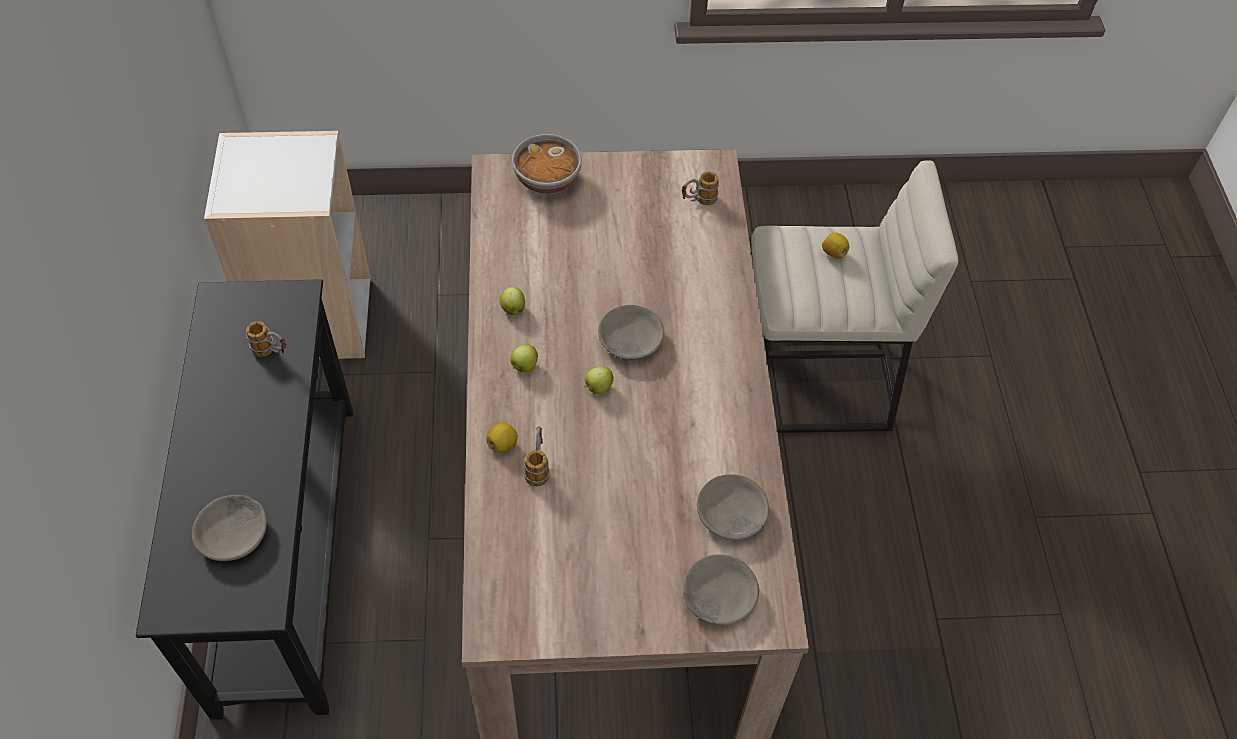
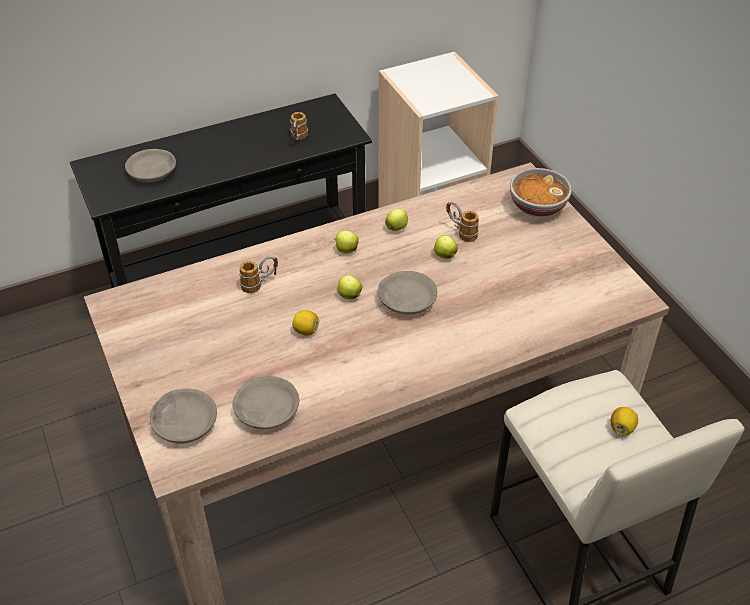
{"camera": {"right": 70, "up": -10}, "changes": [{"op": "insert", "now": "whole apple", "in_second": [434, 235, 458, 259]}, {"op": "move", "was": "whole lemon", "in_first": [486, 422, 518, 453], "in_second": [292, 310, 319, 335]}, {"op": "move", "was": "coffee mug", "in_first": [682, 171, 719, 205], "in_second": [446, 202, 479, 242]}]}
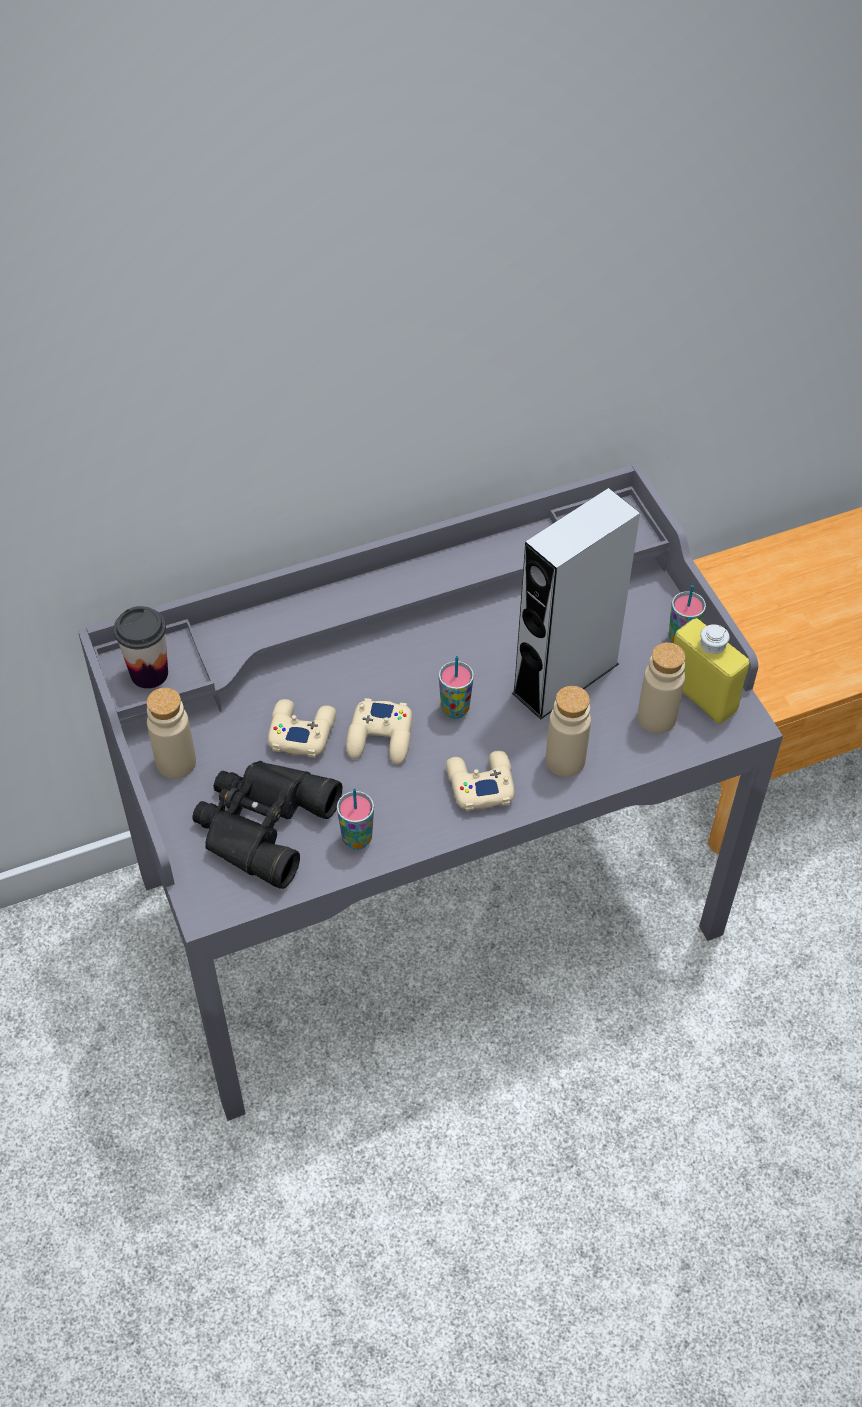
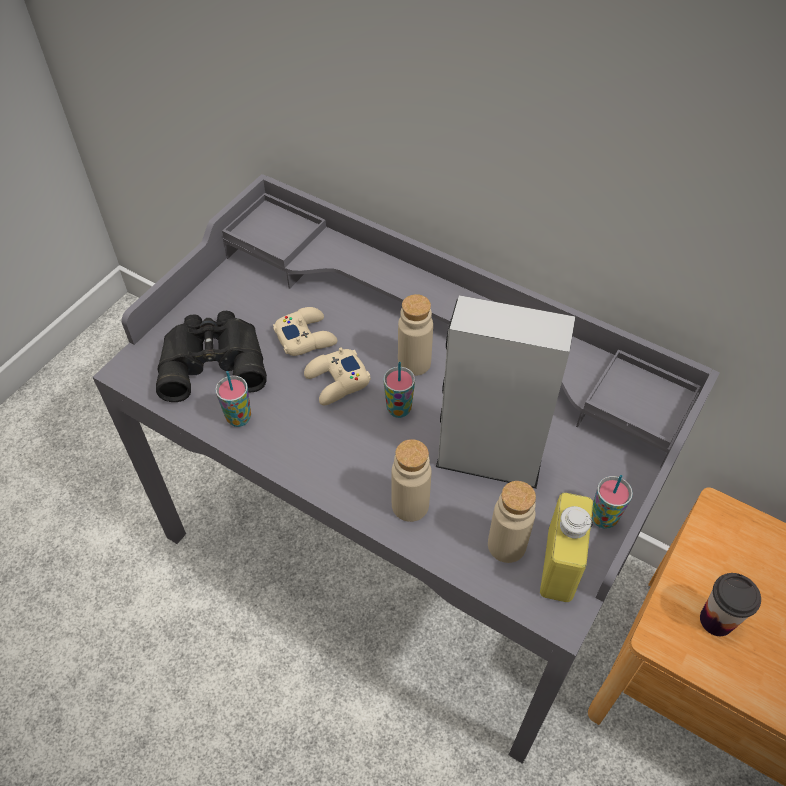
{"camera": {"right": 55, "up": 0}, "changes": [{"op": "delete", "was": "beige gamepad", "in_first": [446, 751, 515, 811]}, {"op": "move", "was": "cup", "in_first": [114, 606, 168, 689], "in_second": [700, 573, 761, 636]}, {"op": "move", "was": "beige drink bottle", "in_first": [147, 687, 196, 779], "in_second": [398, 294, 433, 376]}]}
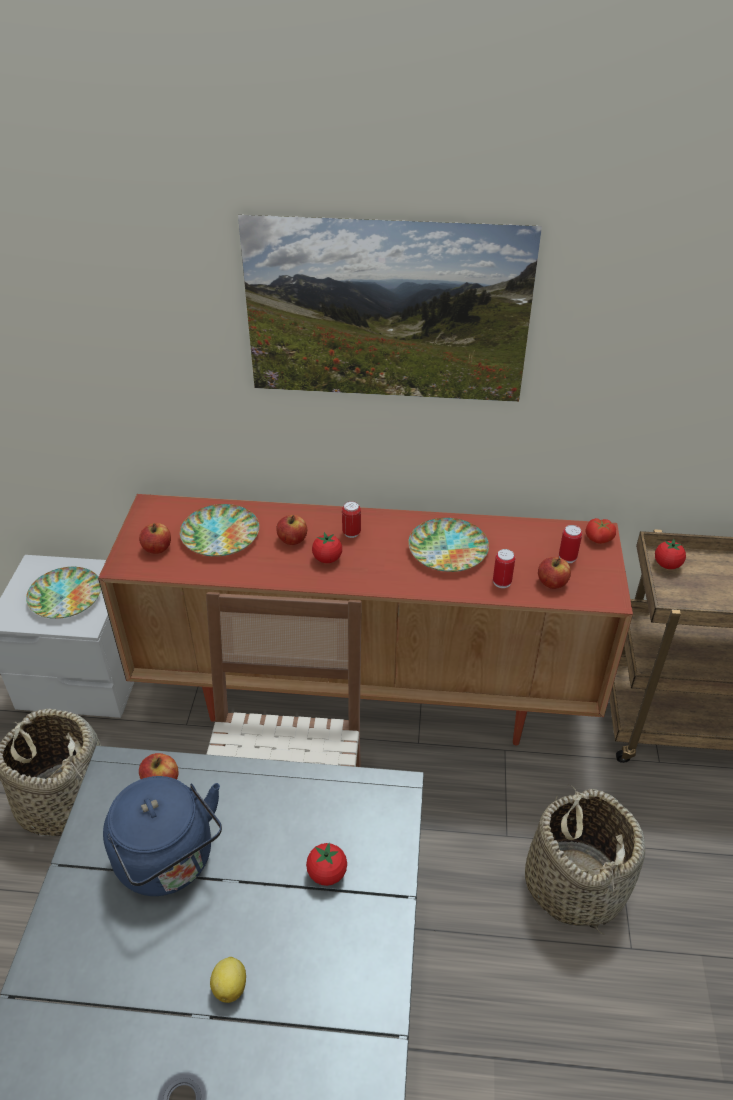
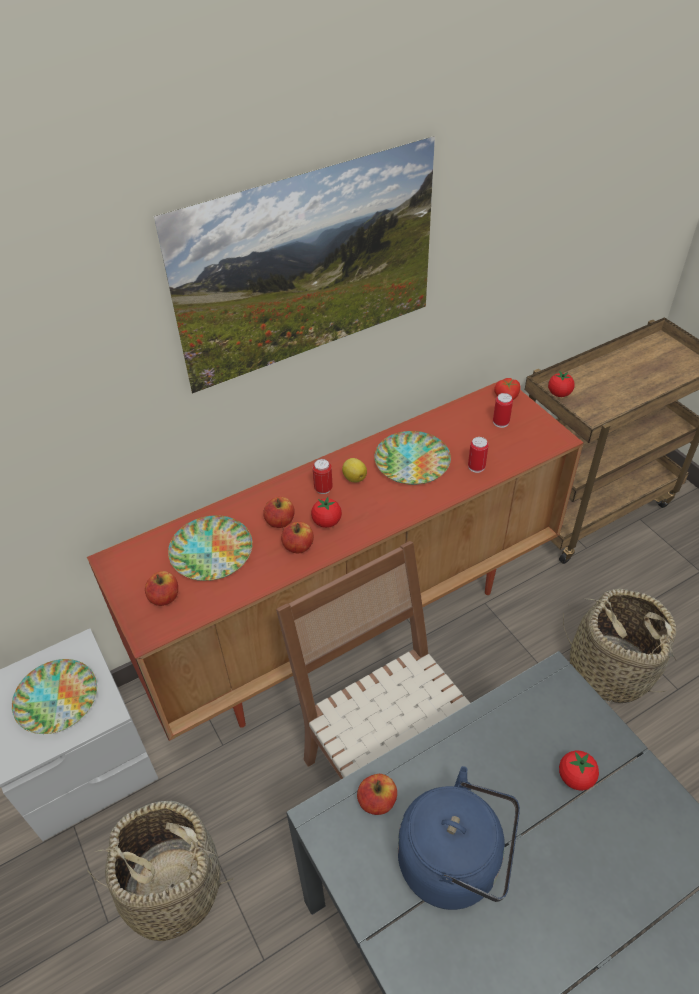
{"camera": {"right": -35, "up": 5}, "changes": [{"op": "move", "was": "whole lemon", "in_first": [210, 957, 246, 1003], "in_second": [342, 458, 367, 482]}, {"op": "move", "was": "whole apple", "in_first": [538, 557, 571, 589], "in_second": [281, 522, 314, 553]}]}
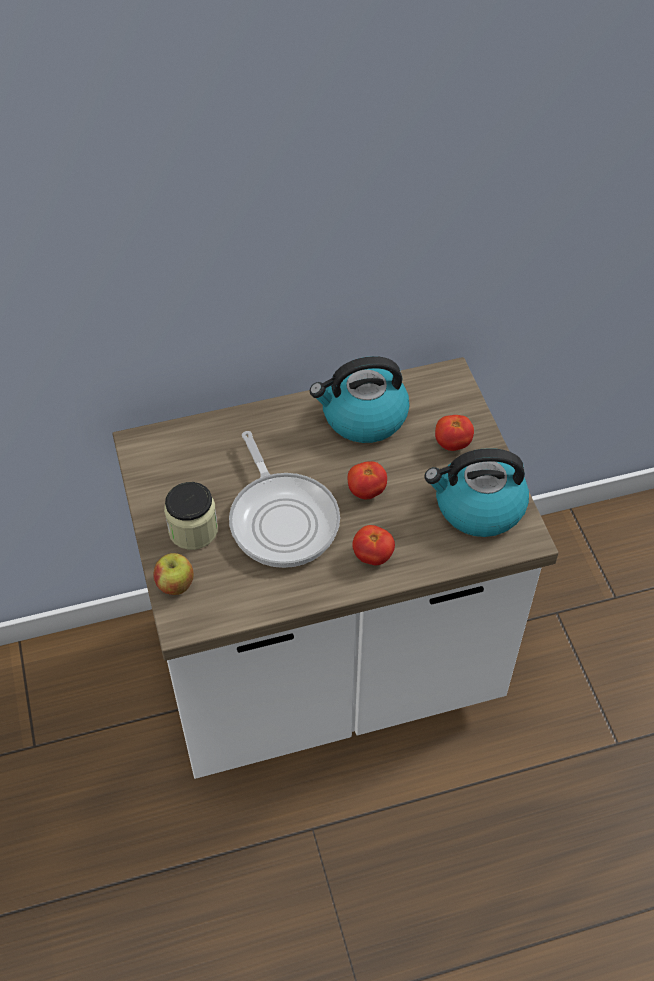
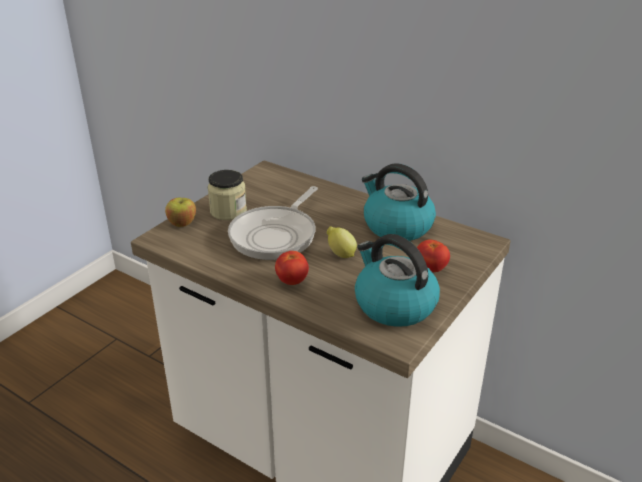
{"camera": {"right": 50, "up": -20}, "changes": [{"op": "replace", "was": "whole tomato", "now": "whole lemon", "in_first": [348, 461, 387, 499], "in_second": [327, 227, 357, 258]}]}
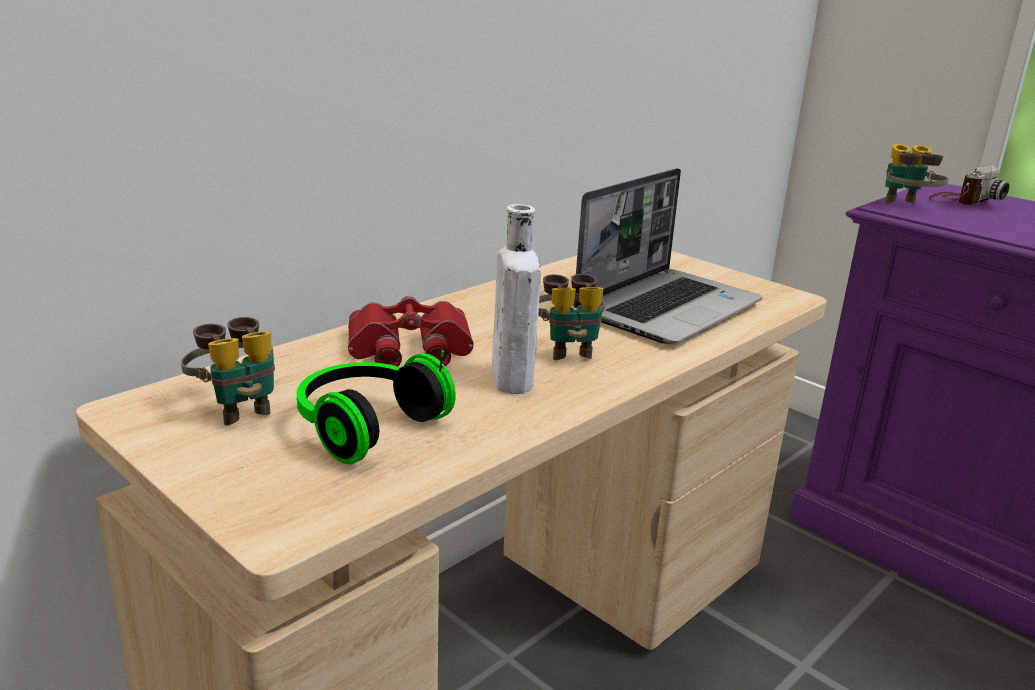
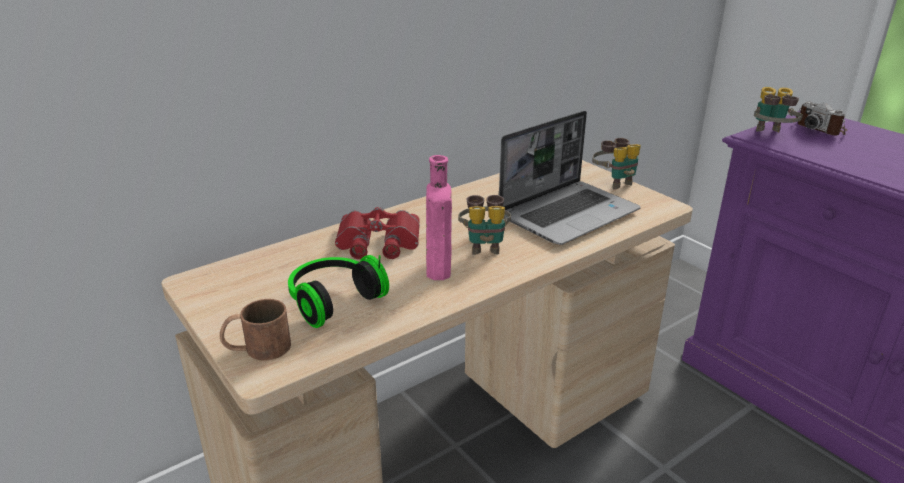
{"camera": {"right": 10, "up": 5}, "changes": [{"op": "insert", "now": "brown-coloured coffee mug", "in_second": [220, 299, 291, 361]}, {"op": "move", "was": "pair of binoculars", "in_first": [181, 317, 275, 426], "in_second": [592, 138, 641, 190]}, {"op": "recolor", "was": "whitish drink bottle", "now": "pinkish drink bottle", "in_first": [492, 204, 541, 394], "in_second": [426, 155, 452, 280]}, {"op": "rotate", "was": "still camera", "in_first": [928, 165, 1009, 205], "in_second": [796, 101, 848, 135], "clockwise": 90}]}
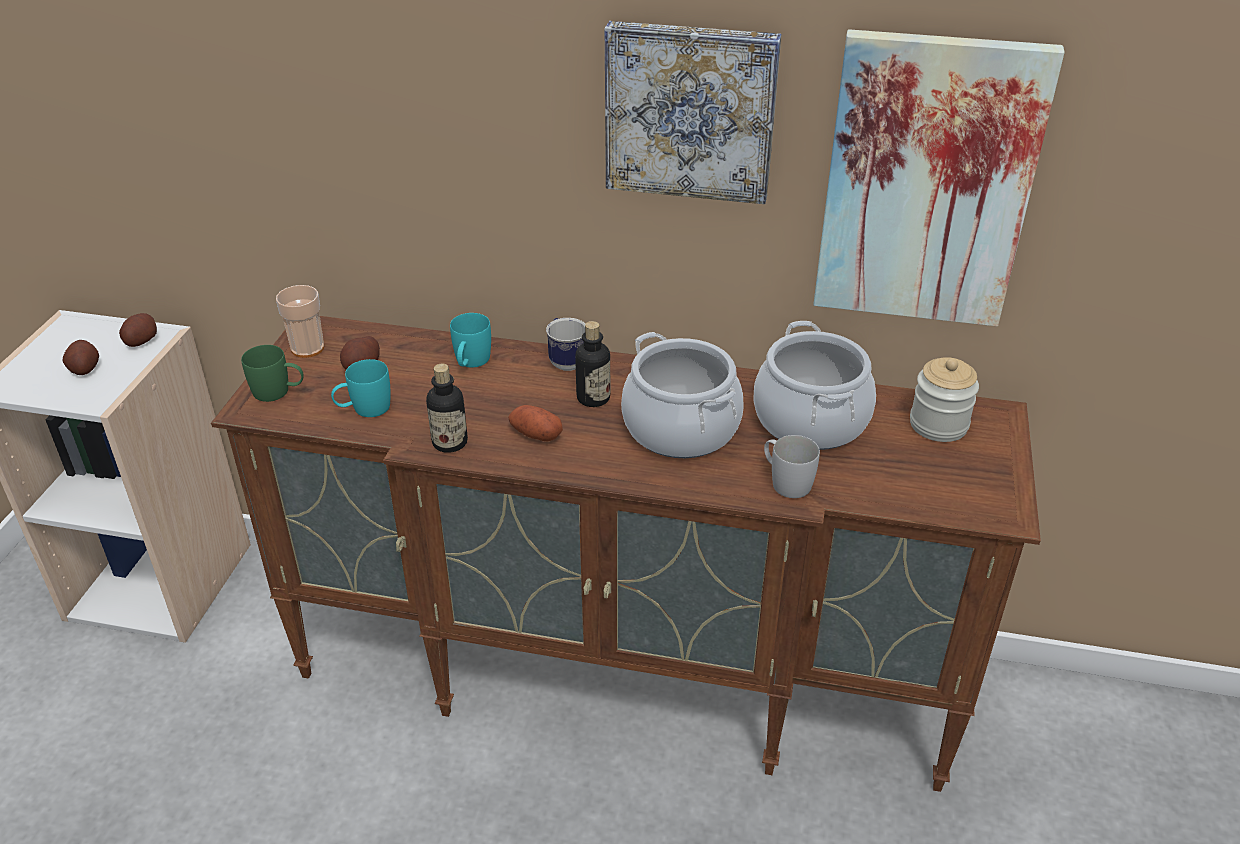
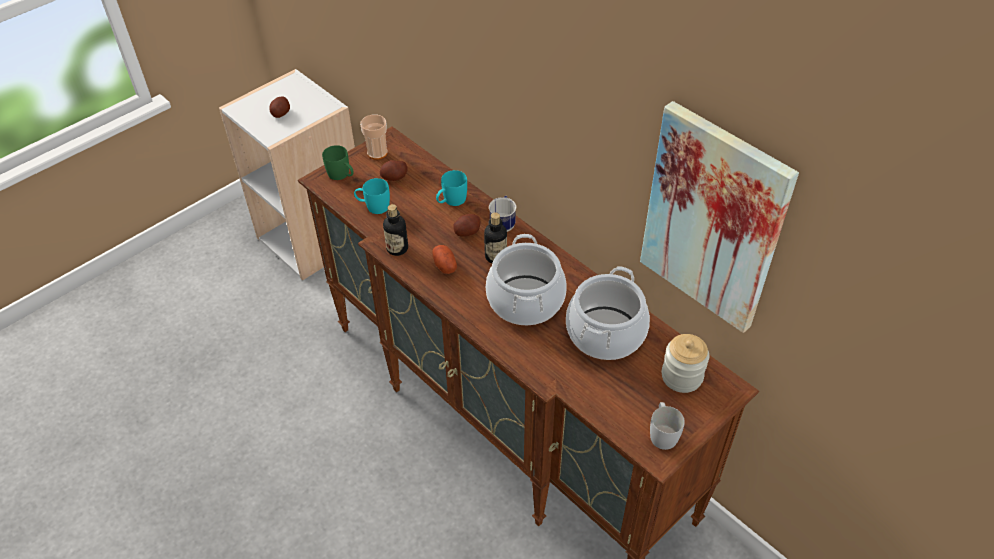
{"camera": {"right": 35, "up": 10}, "changes": [{"op": "delete", "was": "wall art", "in_first": [605, 21, 781, 204]}, {"op": "move", "was": "spud", "in_first": [119, 313, 157, 347], "in_second": [454, 214, 481, 237]}, {"op": "move", "was": "whitish coffee mug", "in_first": [764, 435, 820, 498], "in_second": [650, 402, 685, 450]}]}
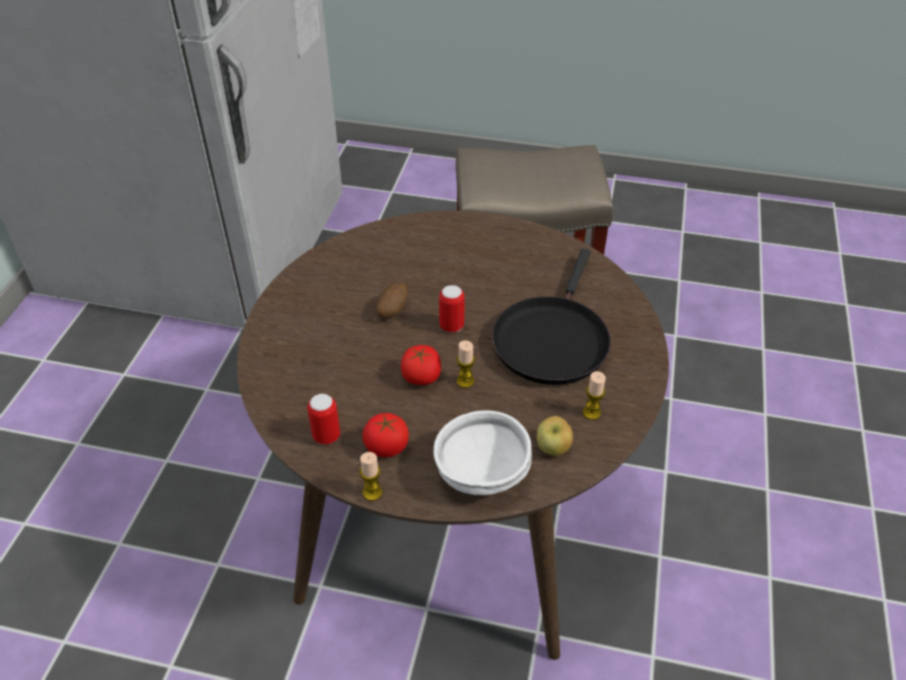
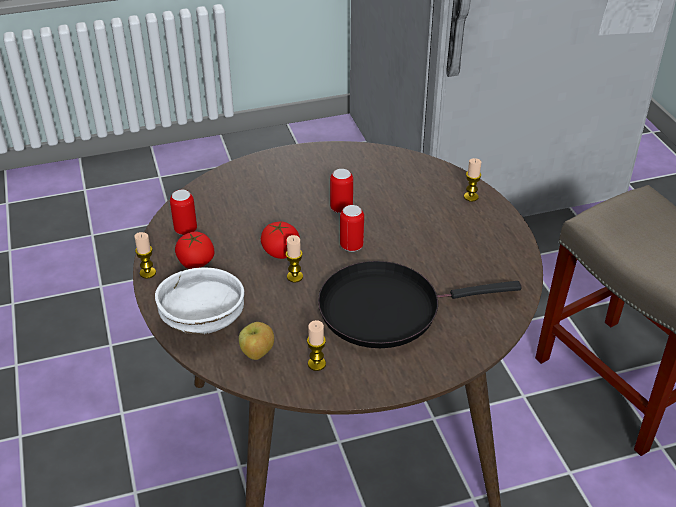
{"camera": {"right": 60, "up": -5}, "changes": [{"op": "insert", "now": "candle", "in_second": [464, 158, 481, 202]}, {"op": "replace", "was": "spud", "now": "can", "in_first": [376, 283, 408, 318], "in_second": [330, 169, 353, 213]}]}
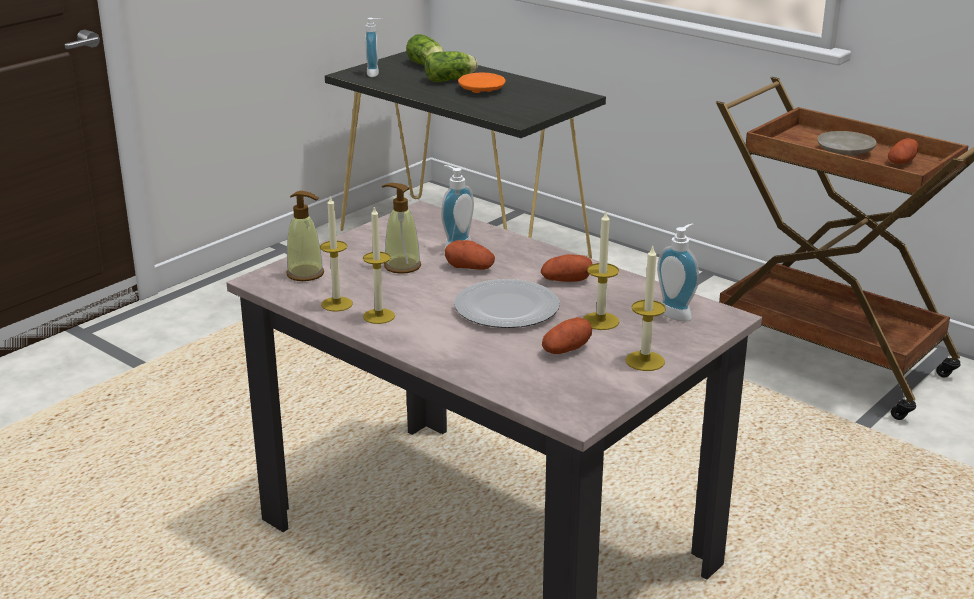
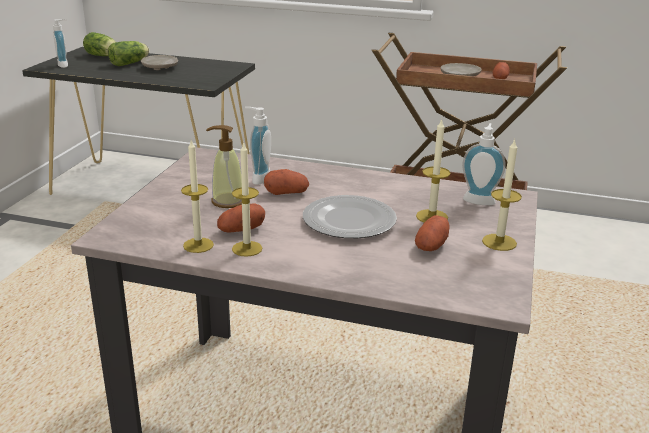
{"camera": {"right": -25, "up": 0}, "changes": [{"op": "delete", "was": "soap dispenser", "in_first": [286, 191, 324, 281]}, {"op": "move", "was": "spud", "in_first": [541, 254, 592, 282], "in_second": [217, 203, 265, 233]}, {"op": "recolor", "was": "orange-coloured plate", "now": "beige plate", "in_first": [458, 73, 505, 93], "in_second": [141, 55, 178, 70]}]}
